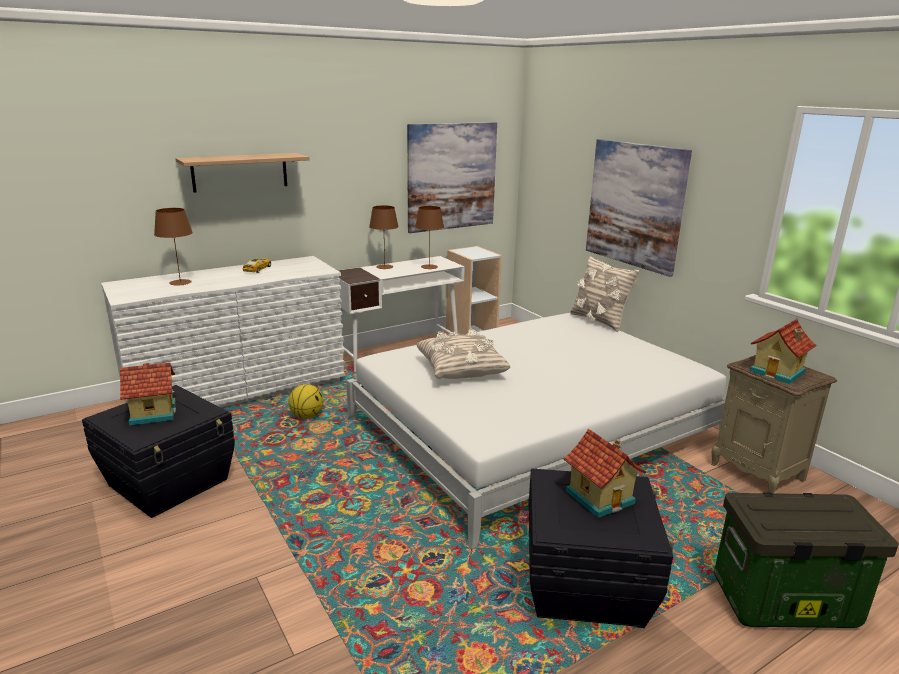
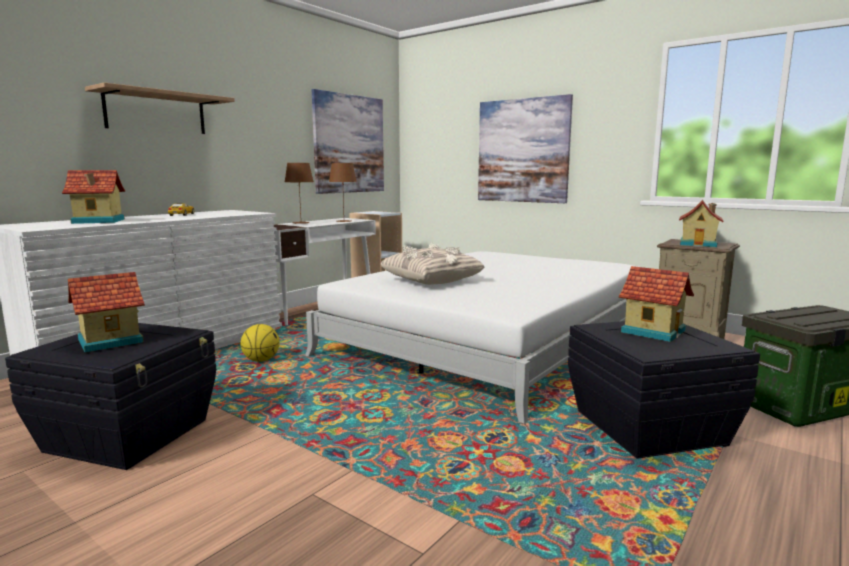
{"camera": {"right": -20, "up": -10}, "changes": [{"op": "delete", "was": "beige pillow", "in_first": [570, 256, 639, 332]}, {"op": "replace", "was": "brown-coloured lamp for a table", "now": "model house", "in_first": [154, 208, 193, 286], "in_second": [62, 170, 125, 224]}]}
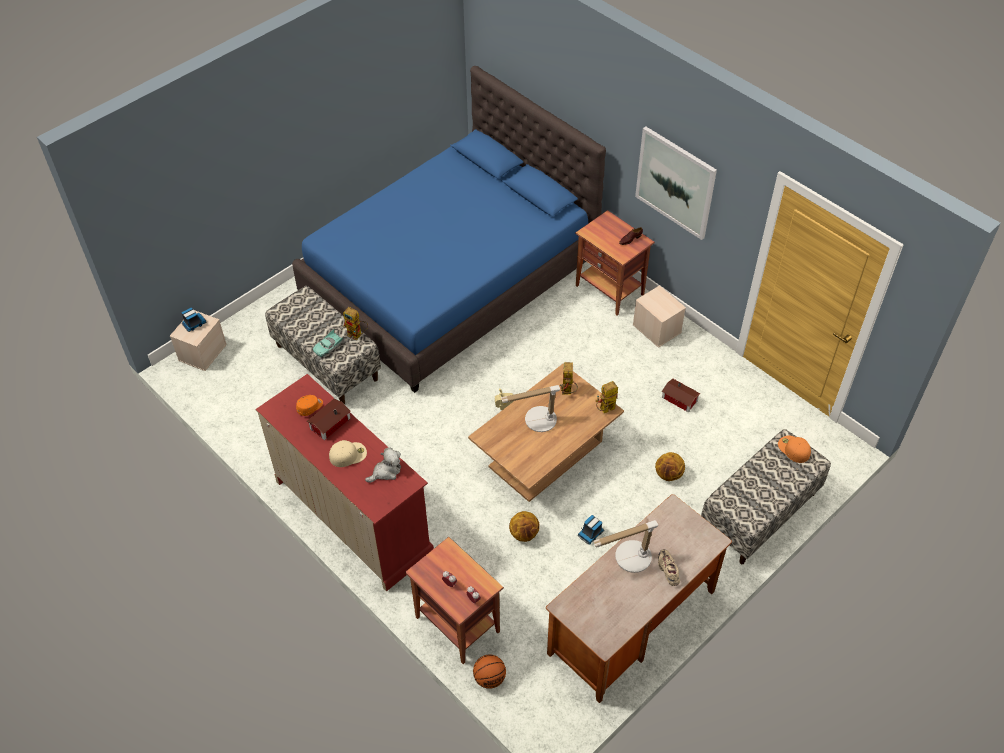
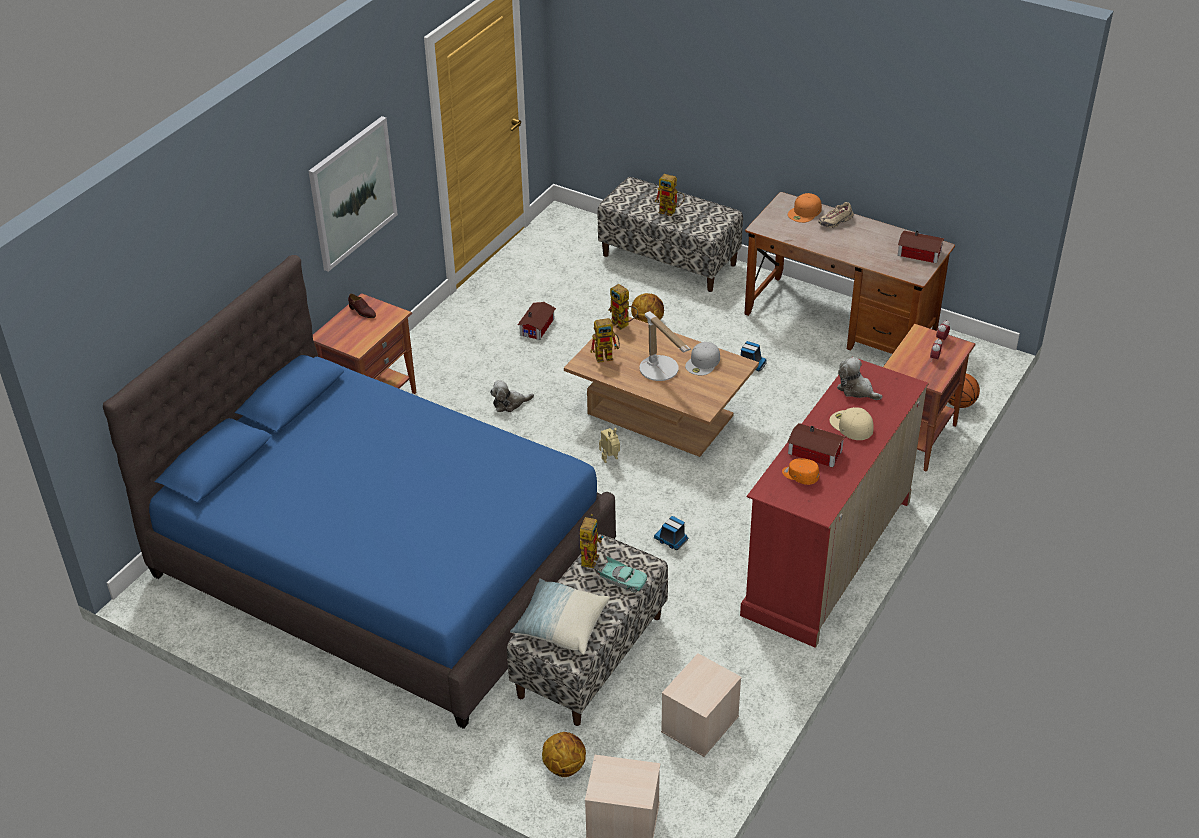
{"camera": {"right": -105, "up": -10}, "changes": [{"op": "delete", "was": "lamp for a table", "in_first": [593, 520, 658, 573]}, {"op": "insert", "now": "cuddly toy", "in_second": [490, 380, 534, 412]}, {"op": "insert", "now": "pillow", "in_second": [510, 578, 610, 655]}, {"op": "insert", "now": "robot figure", "in_second": [655, 174, 685, 216]}, {"op": "insert", "now": "whitish peaked cap", "in_second": [685, 342, 720, 376]}, {"op": "insert", "now": "model house", "in_second": [898, 231, 944, 263]}, {"op": "move", "was": "toy lorry", "in_first": [182, 307, 207, 332], "in_second": [654, 516, 689, 550]}, {"op": "move", "was": "basketball", "in_first": [509, 511, 540, 542], "in_second": [542, 732, 586, 777]}, {"op": "move", "was": "beige storage box", "in_first": [633, 285, 686, 348], "in_second": [661, 653, 742, 757]}, {"op": "move", "was": "orange-coloured peaked cap", "in_first": [778, 435, 811, 463], "in_second": [788, 193, 822, 223]}]}
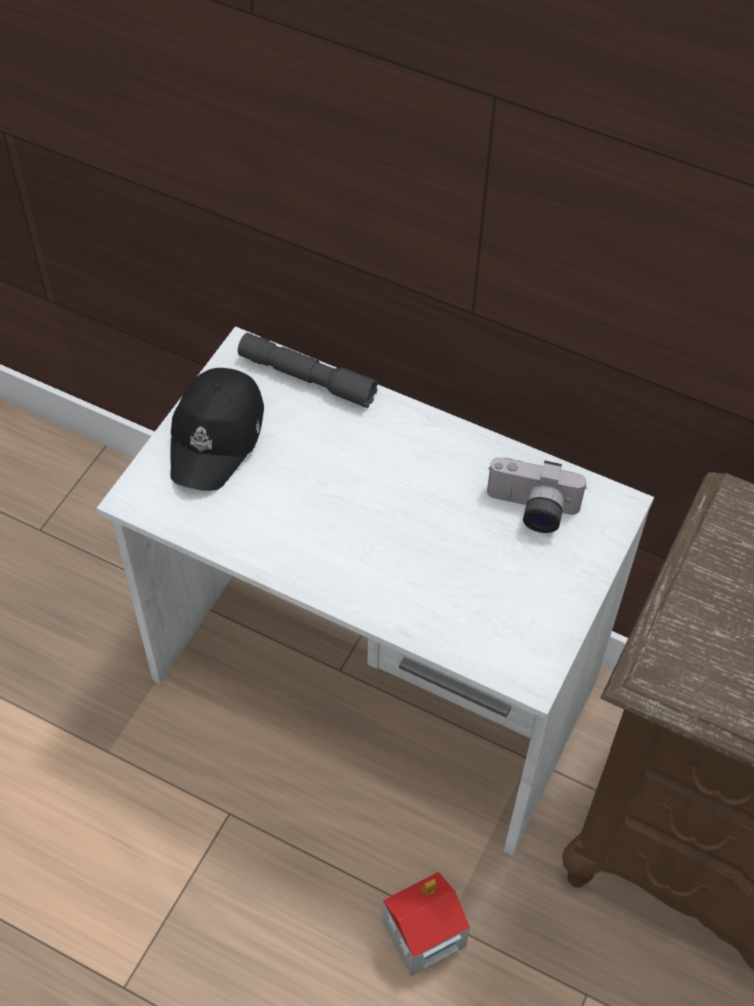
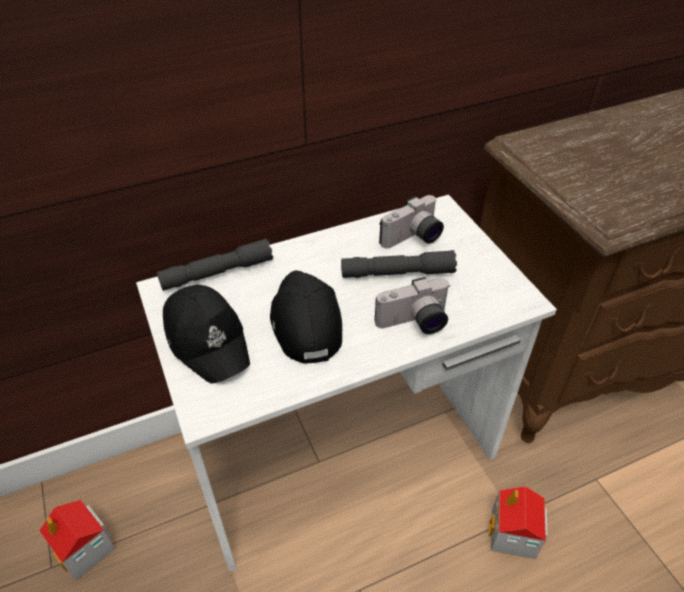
{"camera": {"right": -50, "up": -10}, "changes": [{"op": "insert", "now": "model house", "in_second": [39, 500, 116, 581]}, {"op": "insert", "now": "blackish peaked cap", "in_second": [270, 270, 342, 364]}, {"op": "insert", "now": "gray torch", "in_second": [341, 250, 457, 278]}, {"op": "insert", "now": "still camera", "in_second": [375, 277, 451, 334]}]}
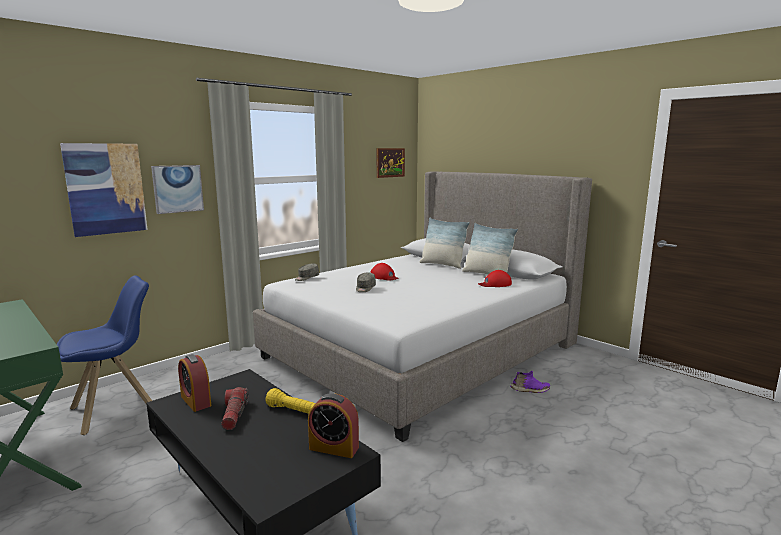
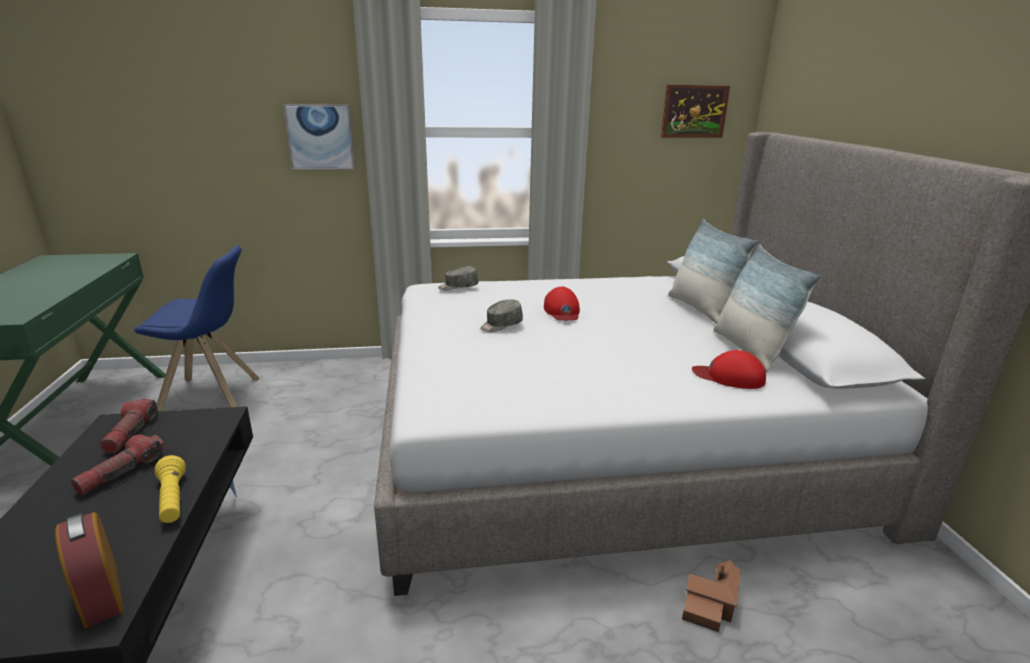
{"camera": {"right": 35, "up": 10}, "changes": [{"op": "delete", "was": "wall art", "in_first": [60, 143, 148, 237]}, {"op": "replace", "was": "table clock", "now": "torch", "in_first": [178, 354, 211, 412], "in_second": [100, 398, 158, 453]}, {"op": "replace", "was": "purplish item of footwear", "now": "model house", "in_first": [510, 371, 550, 393], "in_second": [682, 560, 741, 632]}]}
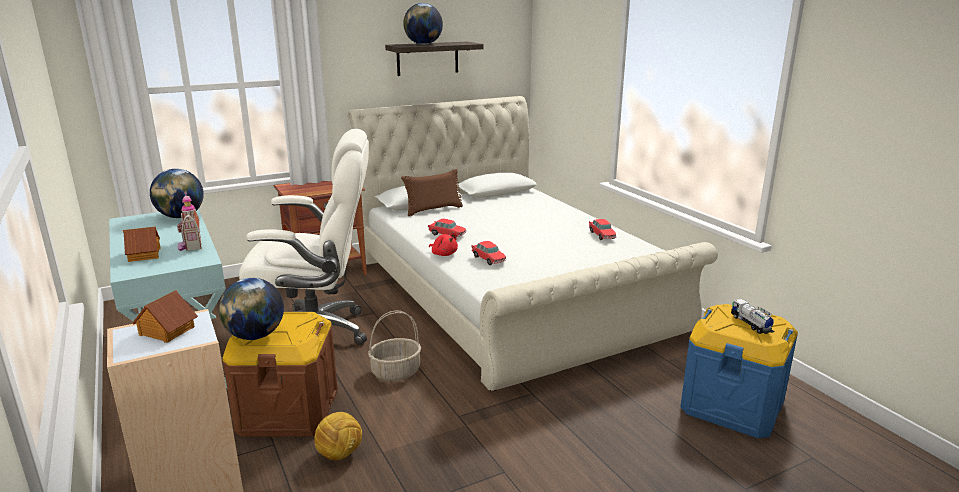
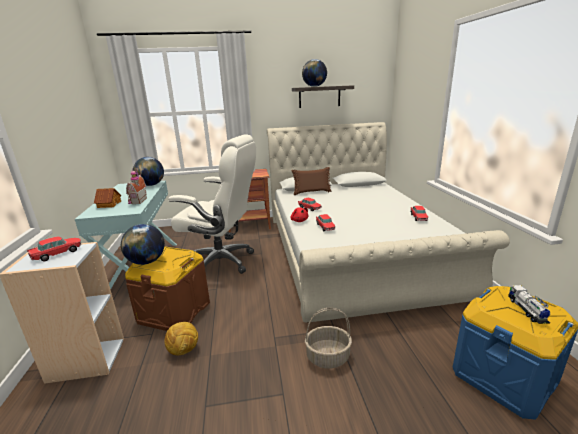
{"camera": {"right": 20, "up": 0}, "changes": [{"op": "move", "was": "household basket", "in_first": [368, 311, 421, 381], "in_second": [305, 308, 352, 368]}, {"op": "replace", "was": "model house", "now": "toy car", "in_first": [132, 290, 198, 343], "in_second": [27, 236, 81, 261]}]}
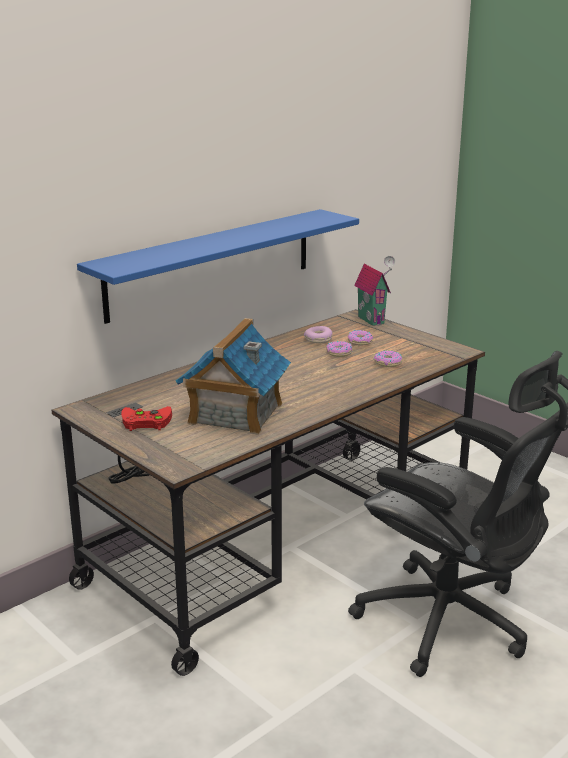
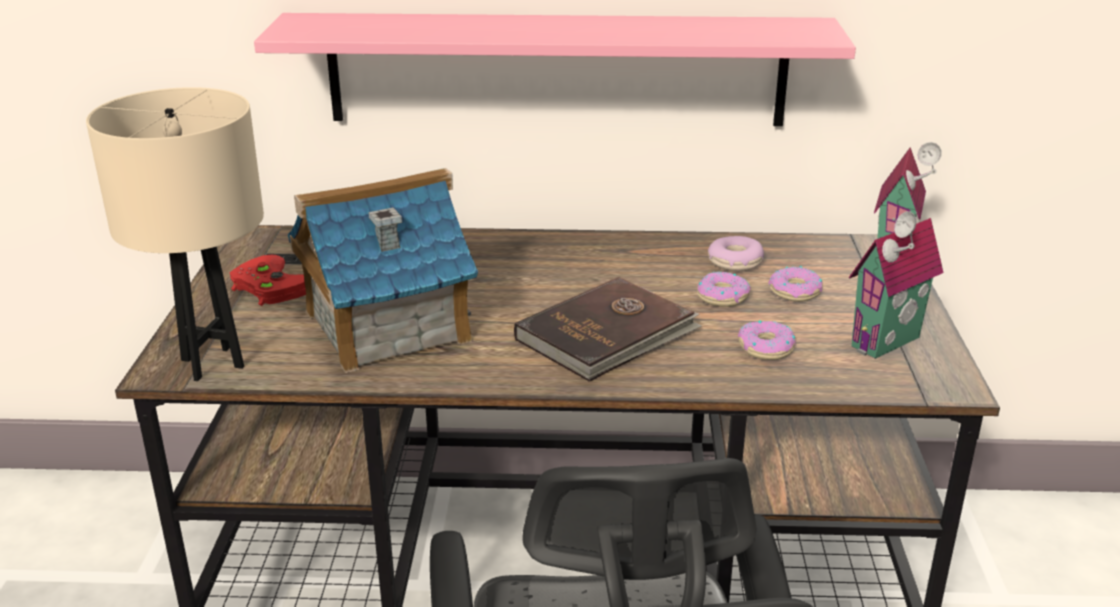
{"camera": {"right": 45, "up": 5}, "changes": [{"op": "insert", "now": "beige lamp for a table", "in_second": [86, 87, 264, 381]}, {"op": "insert", "now": "brown-coloured bound book", "in_second": [514, 277, 702, 382]}, {"op": "insert", "now": "model house", "in_second": [849, 211, 944, 359]}, {"op": "recolor", "was": "blue bracket shelf", "now": "pinkish bracket shelf", "in_first": [77, 209, 359, 324], "in_second": [254, 13, 856, 126]}]}
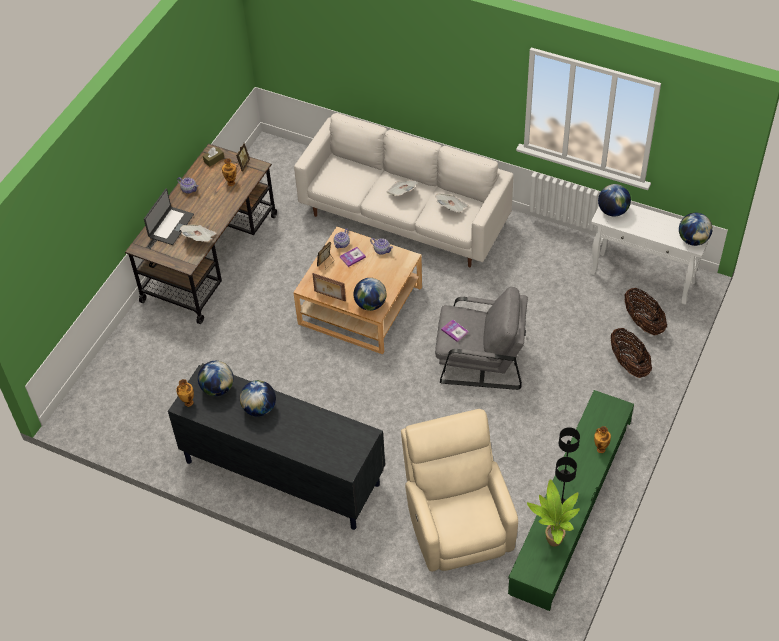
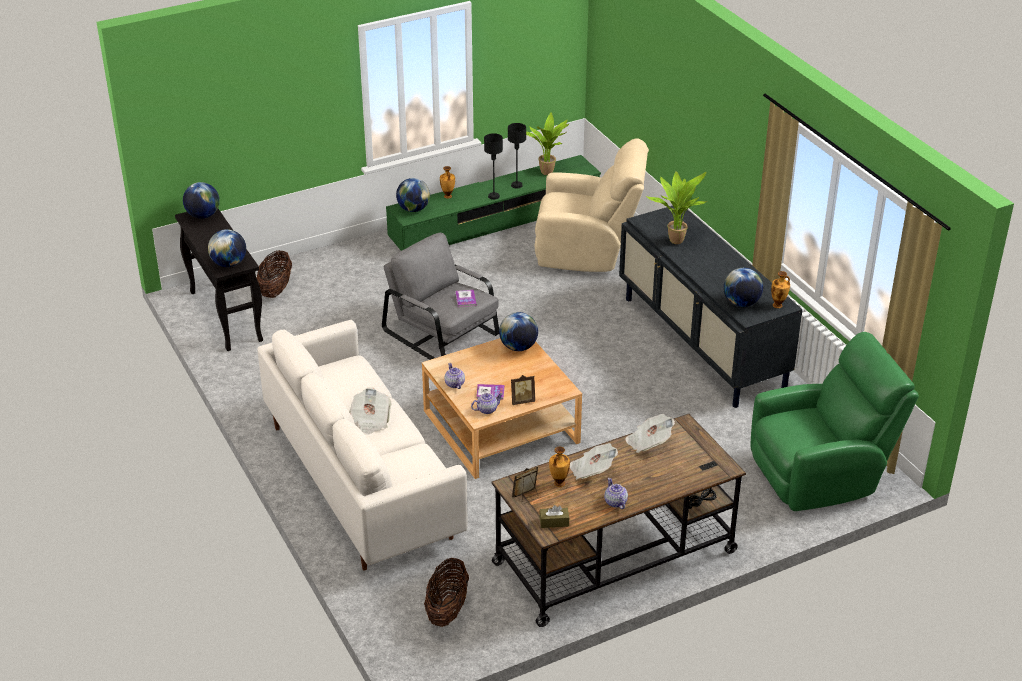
{"camera": {"right": -145, "up": -15}, "changes": [{"op": "delete", "was": "laptop", "in_first": [144, 189, 194, 245]}, {"op": "delete", "was": "standing frame", "in_first": [312, 273, 346, 302]}, {"op": "insert", "now": "houseplant", "in_second": [646, 171, 707, 244]}, {"op": "insert", "now": "greenish easy chair", "in_second": [751, 332, 919, 511]}, {"op": "move", "was": "desk globe", "in_first": [240, 380, 276, 417], "in_second": [396, 178, 430, 212]}, {"op": "move", "was": "daily paper", "in_first": [435, 193, 469, 213], "in_second": [570, 443, 618, 480]}, {"op": "move", "was": "household basket", "in_first": [611, 328, 652, 378], "in_second": [424, 558, 469, 627]}, {"op": "recolor", "was": "whitish narrow table", "now": "blackish narrow table", "in_first": [590, 204, 713, 305], "in_second": [175, 209, 263, 351]}, {"op": "rotate", "was": "beige easy chair", "in_first": [401, 409, 518, 571], "in_second": [535, 139, 649, 272], "clockwise": -105}]}
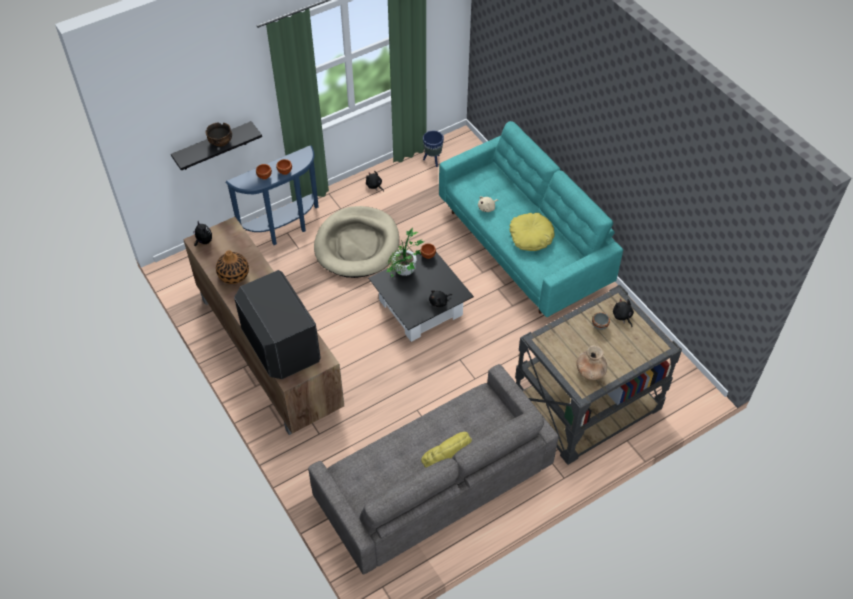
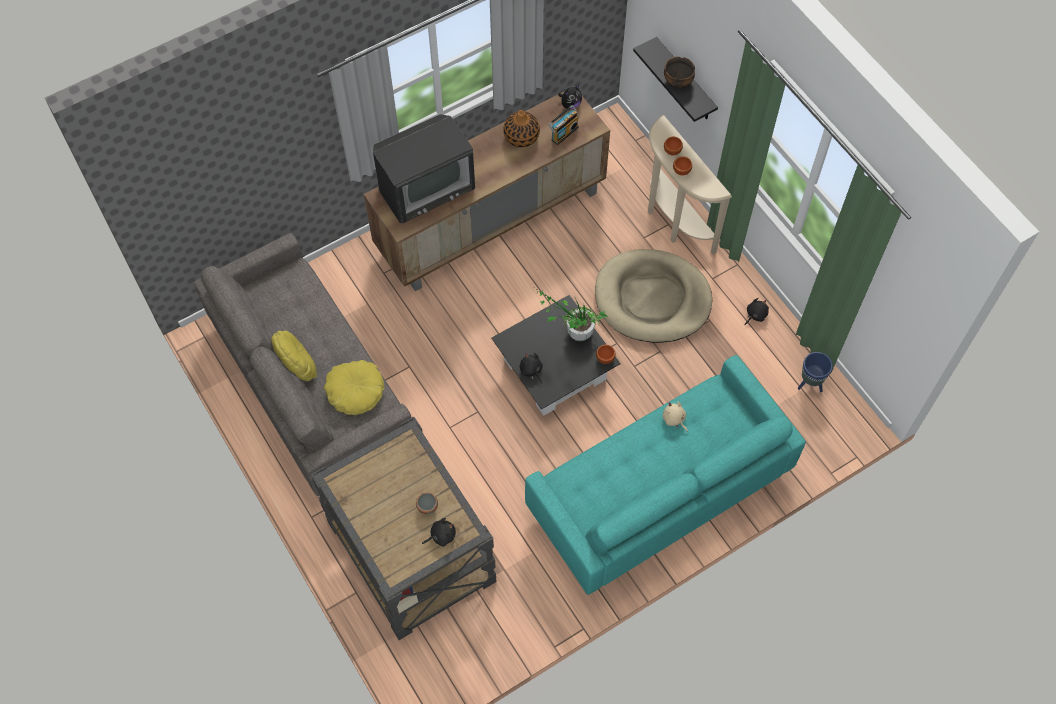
{"camera": {"right": 90, "up": 10}, "changes": [{"op": "delete", "was": "brown-coloured flower vase", "in_first": [576, 345, 607, 380]}, {"op": "insert", "now": "radio receiver", "in_second": [548, 105, 579, 145]}, {"op": "move", "was": "yellow-coloured pillow", "in_first": [510, 213, 555, 251], "in_second": [324, 360, 385, 415]}, {"op": "recolor", "was": "blue narrow table", "now": "beige narrow table", "in_first": [225, 145, 319, 245], "in_second": [648, 115, 732, 254]}]}
